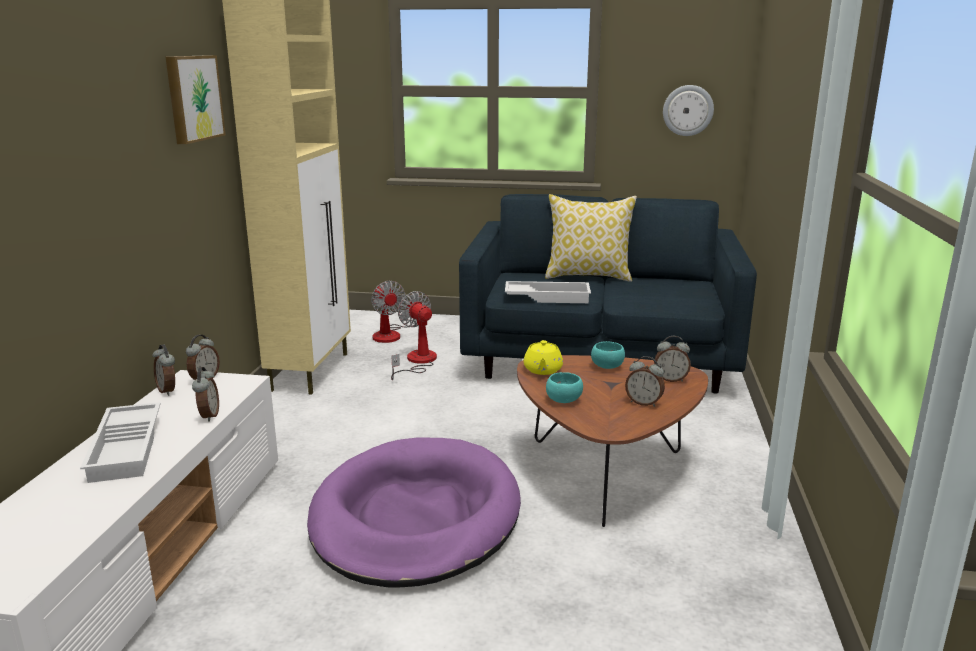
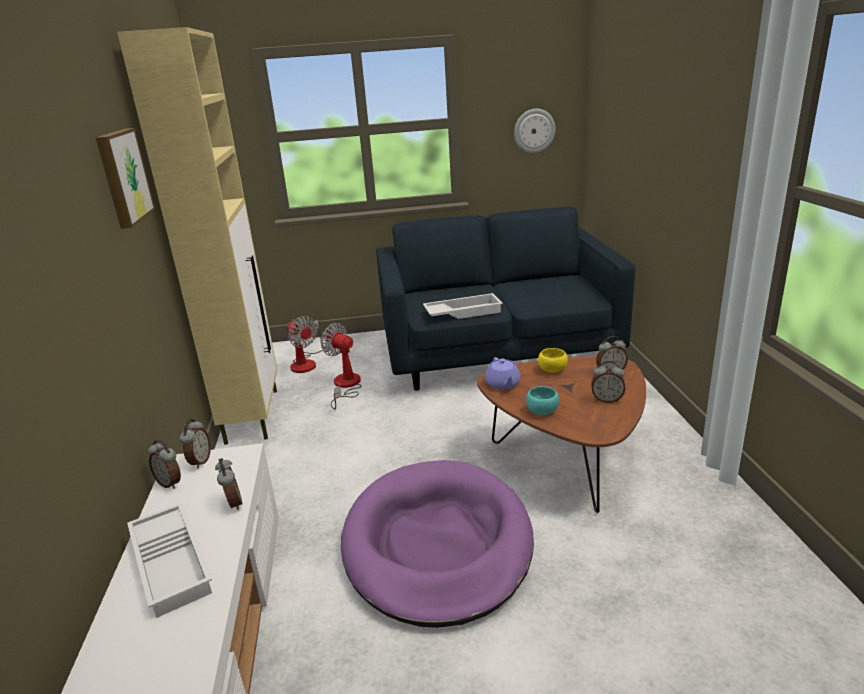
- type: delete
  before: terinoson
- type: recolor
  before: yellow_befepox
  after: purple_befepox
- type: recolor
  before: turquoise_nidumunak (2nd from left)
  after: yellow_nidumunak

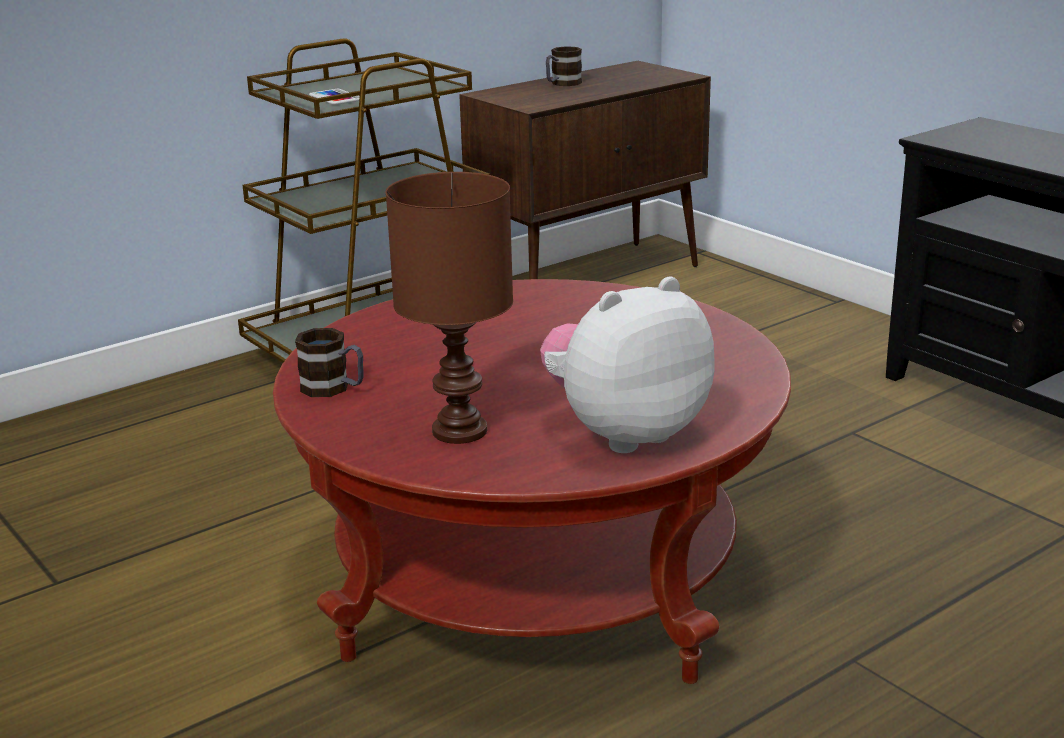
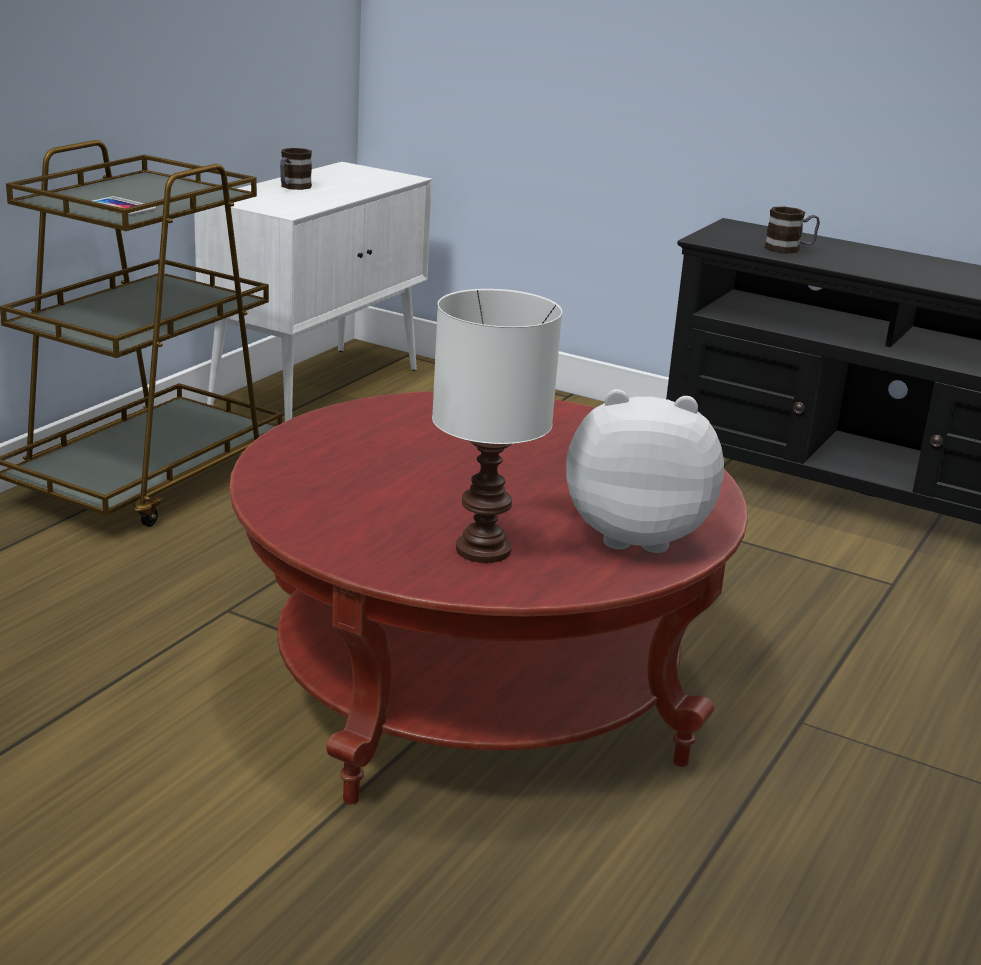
- type: move
  before: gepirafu (1st from left in the first image)
  after: gepirafu (2nd from left)
- type: recolor
  before: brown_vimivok
  after: white_vimivok
- type: recolor
  before: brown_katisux
  after: white_katisux
- type: rotate
  before: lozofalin
  turn: 60

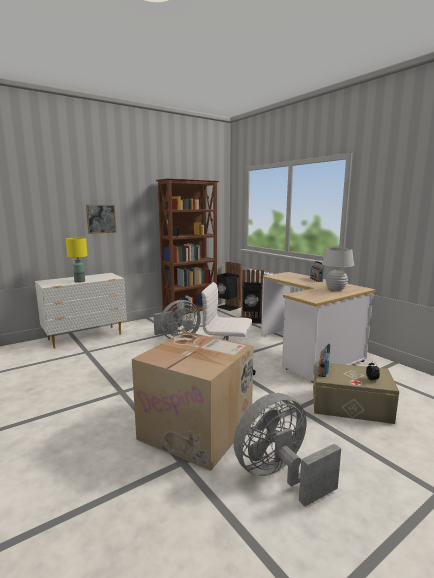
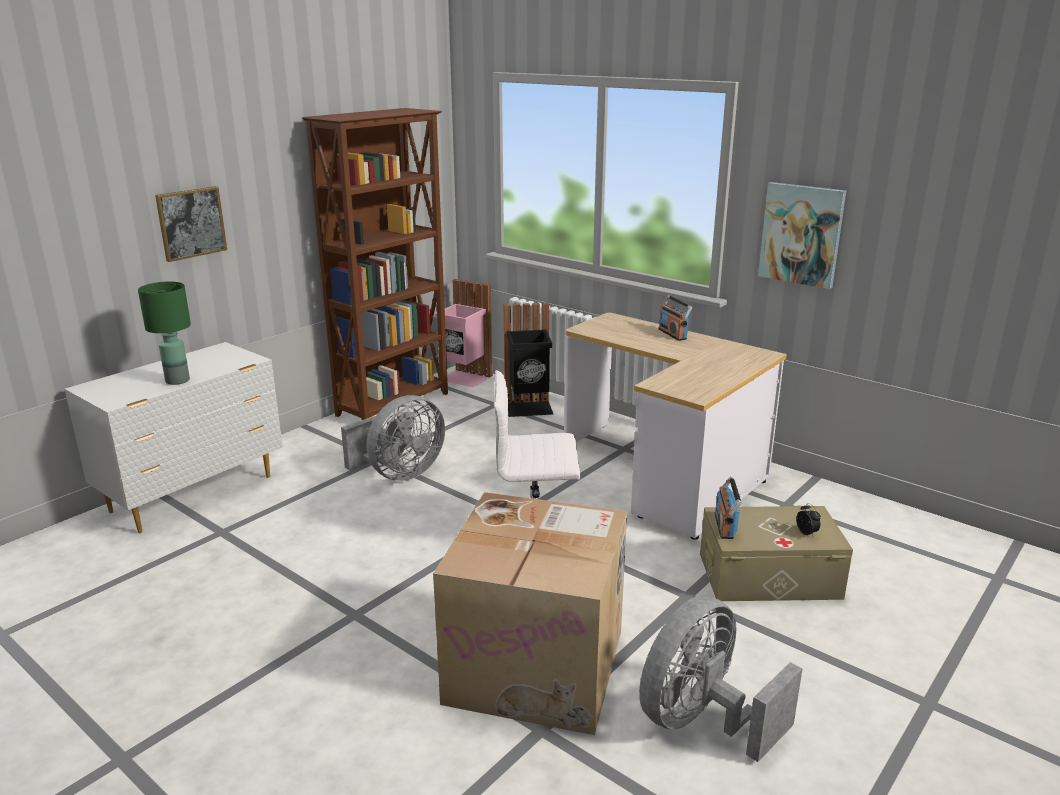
- type: delete
  before: white_vimivok
- type: insert
  after: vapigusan (2nd from left)
- type: recolor
  before: yellow_vimivok
  after: green_vimivok
- type: recolor
  before: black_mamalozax (1st from left)
  after: pink_mamalozax

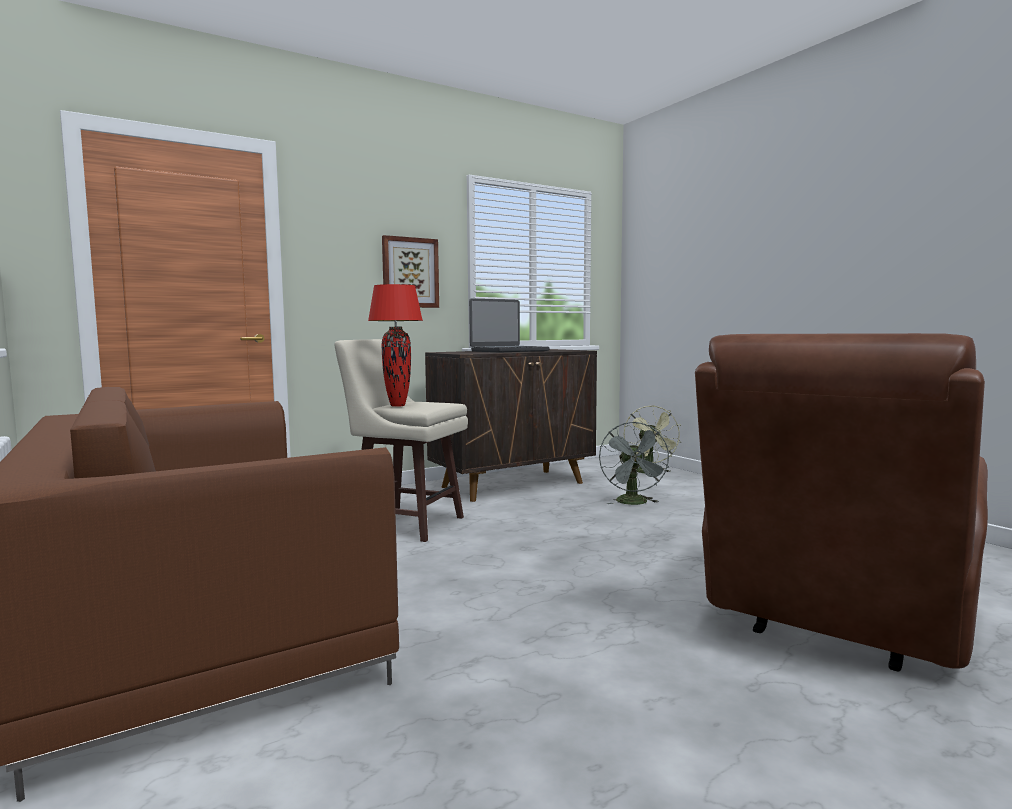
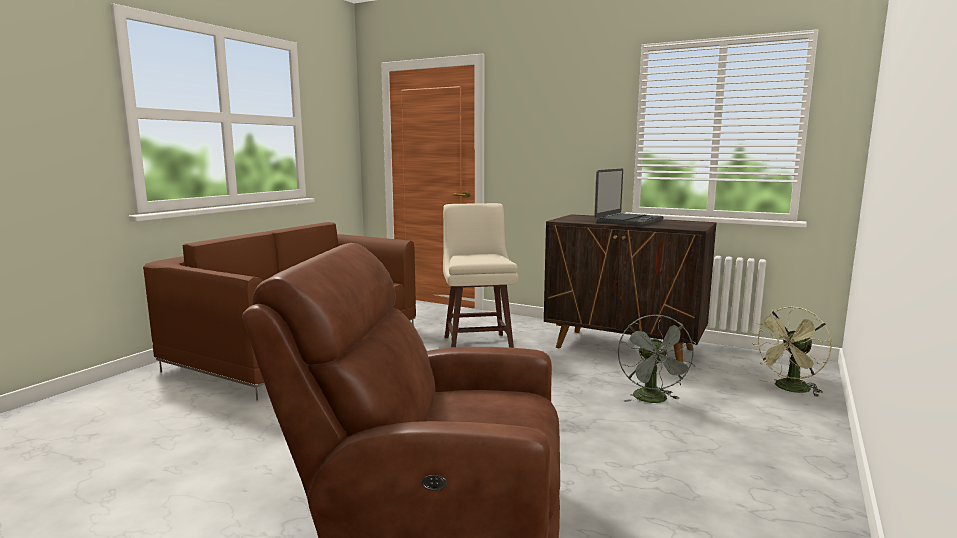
- type: delete
  before: red_vimivok
- type: delete
  before: vapigusan
- type: rotate
  before: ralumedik
  turn: -75
- type: rotate
  before: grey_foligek
  turn: -60

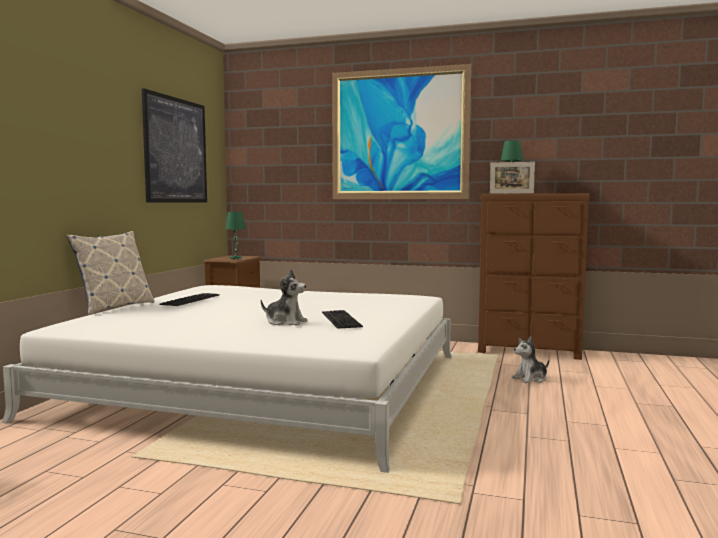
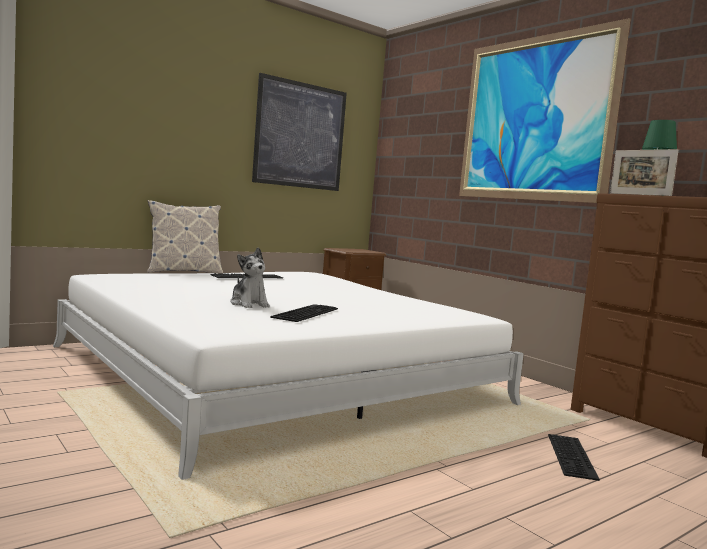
- type: delete
  before: green_vimivok (1st from left)
- type: replace
  before: lozofalin (2nd from left)
  after: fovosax (3rd from left)

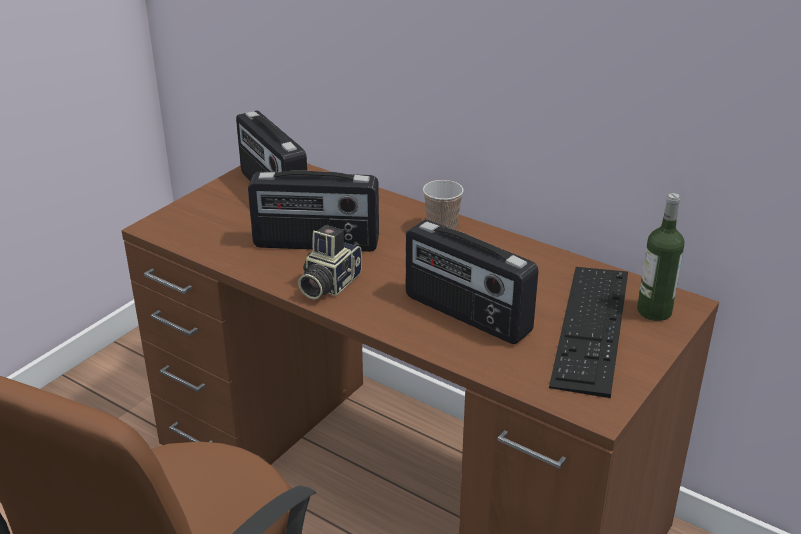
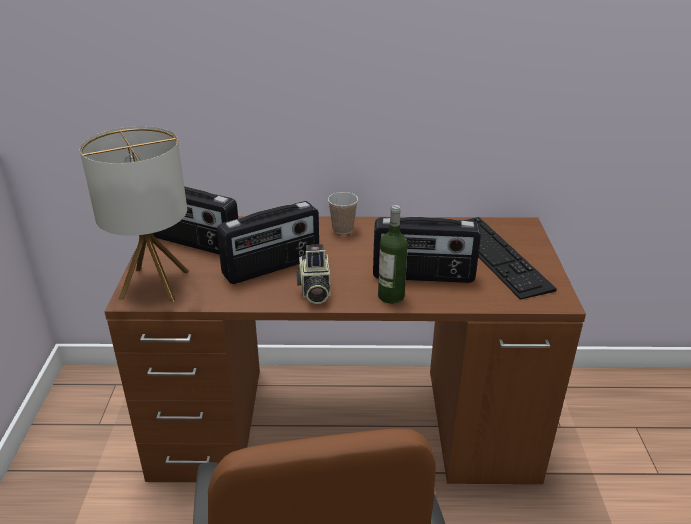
- type: insert
  after: vimivok
- type: move
  before: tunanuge

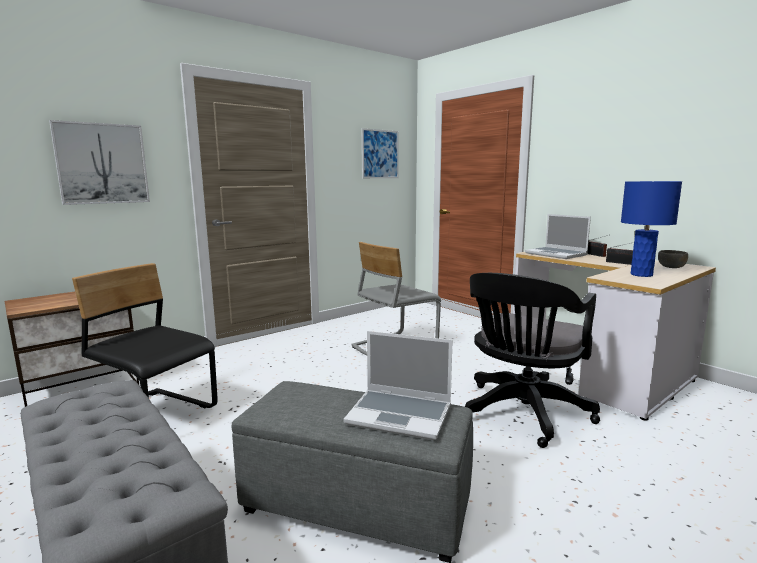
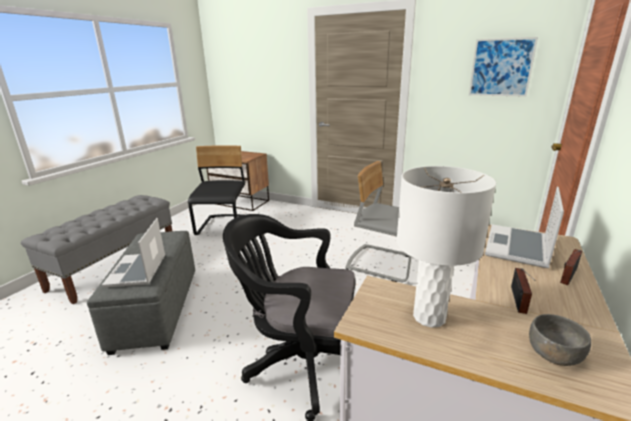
- type: delete
  before: vapigusan (1st from left)
- type: recolor
  before: blue_vimivok
  after: white_vimivok

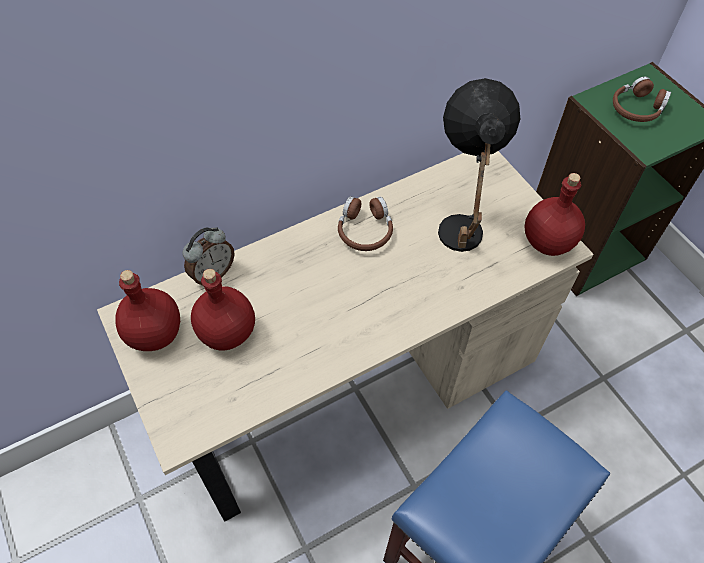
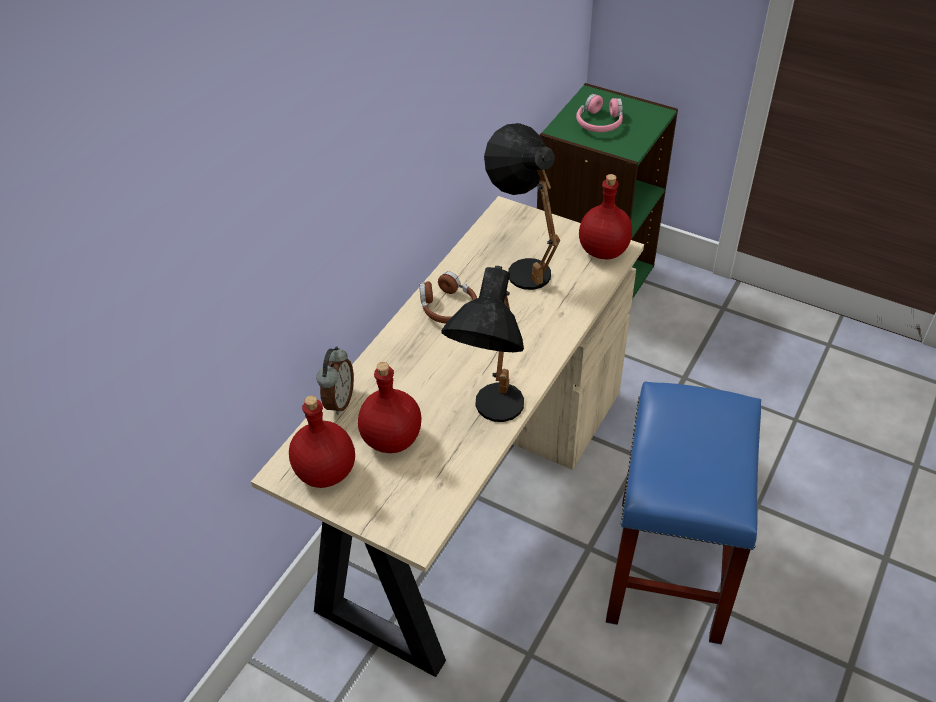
- type: insert
  after: black_vimivok (1st from left)
- type: recolor
  before: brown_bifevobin (2nd from left)
  after: pink_bifevobin

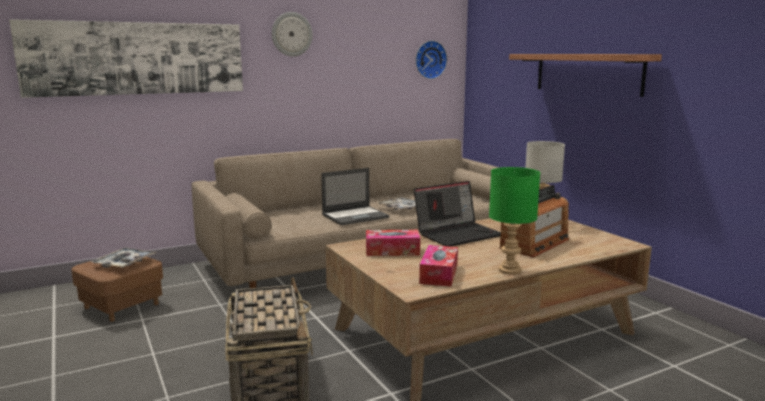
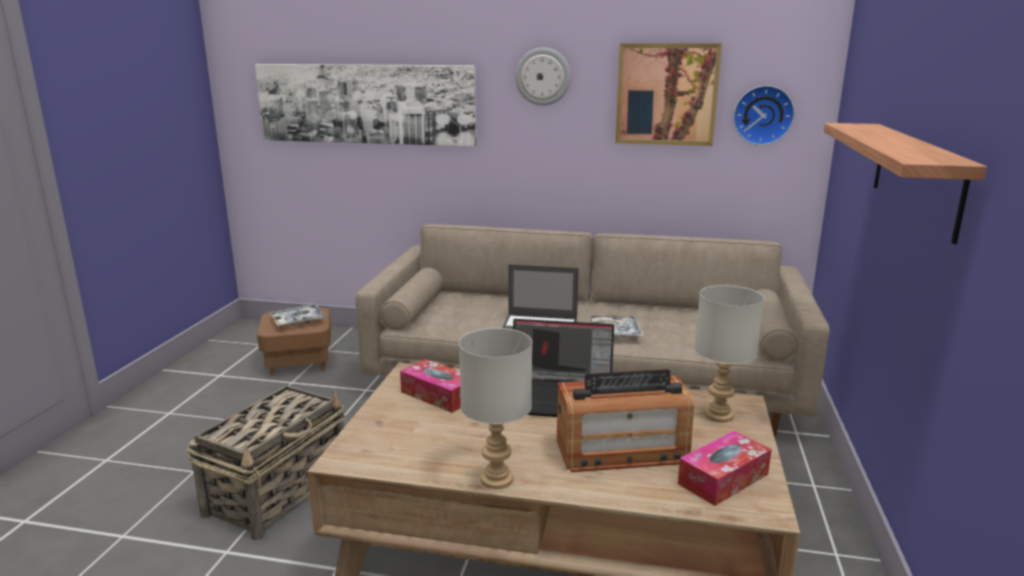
- type: insert
  after: vapigusan (2nd from left)
- type: move
  before: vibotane (2nd from left)
- type: recolor
  before: green_vimivok
  after: grey_vimivok (1st from left)

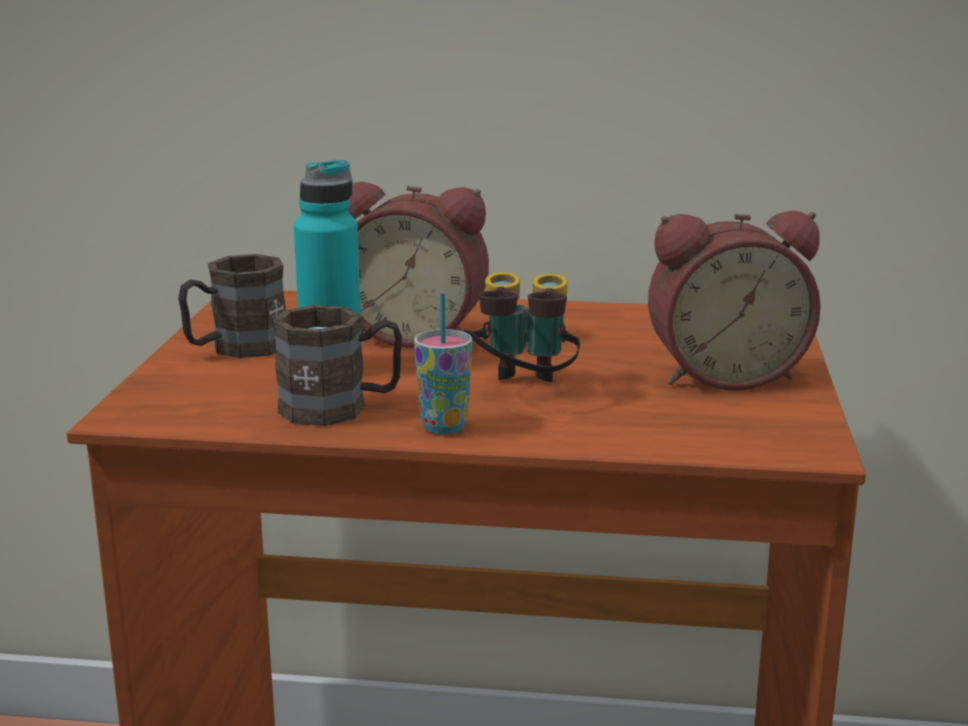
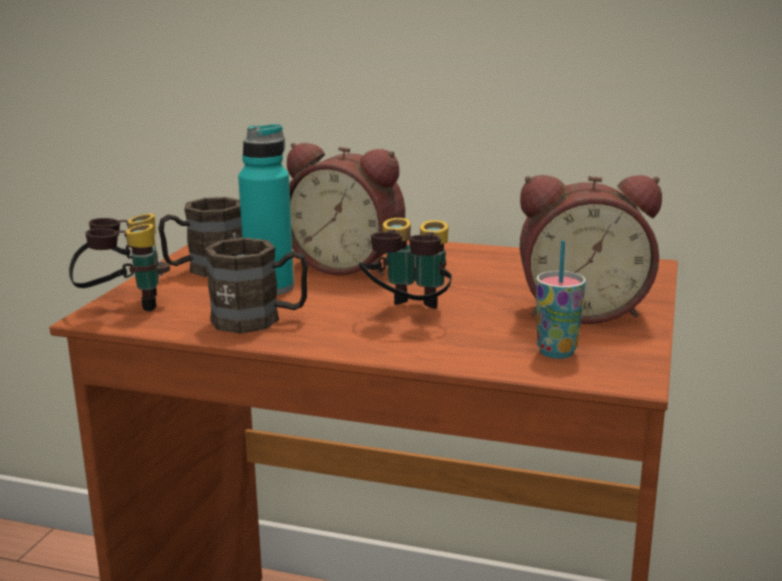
- type: insert
  after: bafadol (1st from left)
- type: move
  before: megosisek

